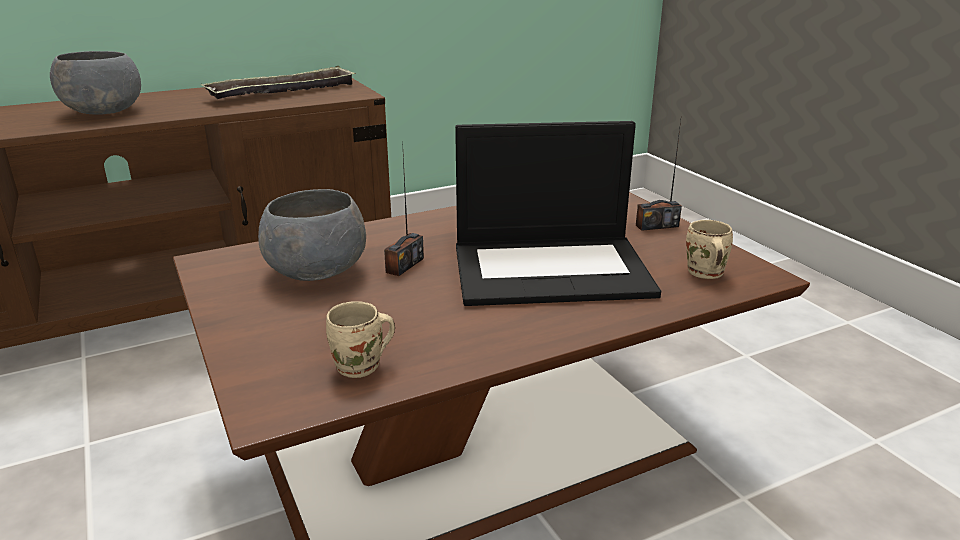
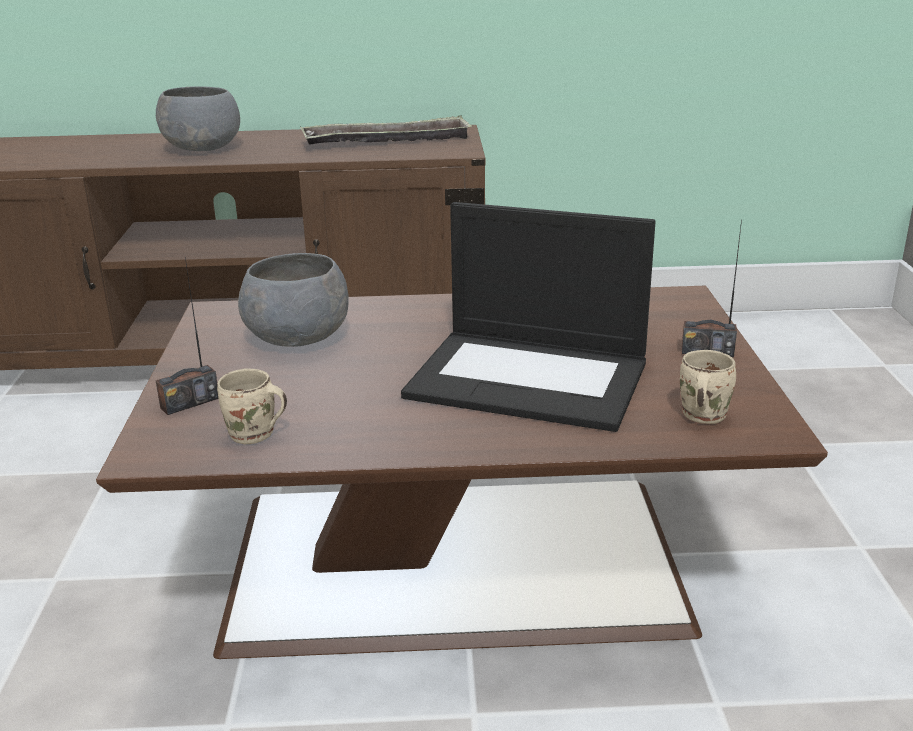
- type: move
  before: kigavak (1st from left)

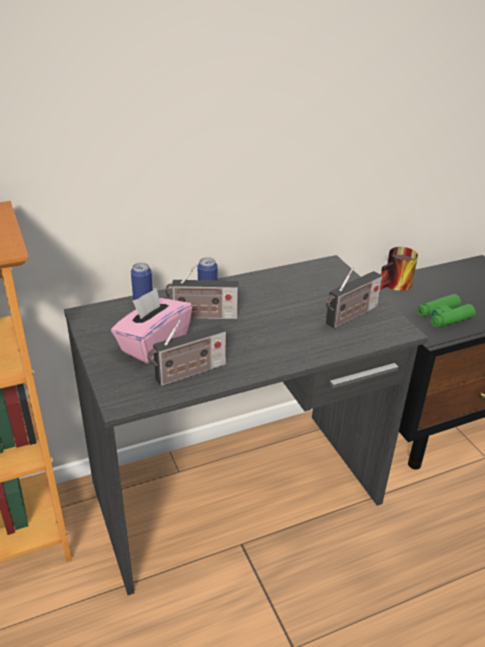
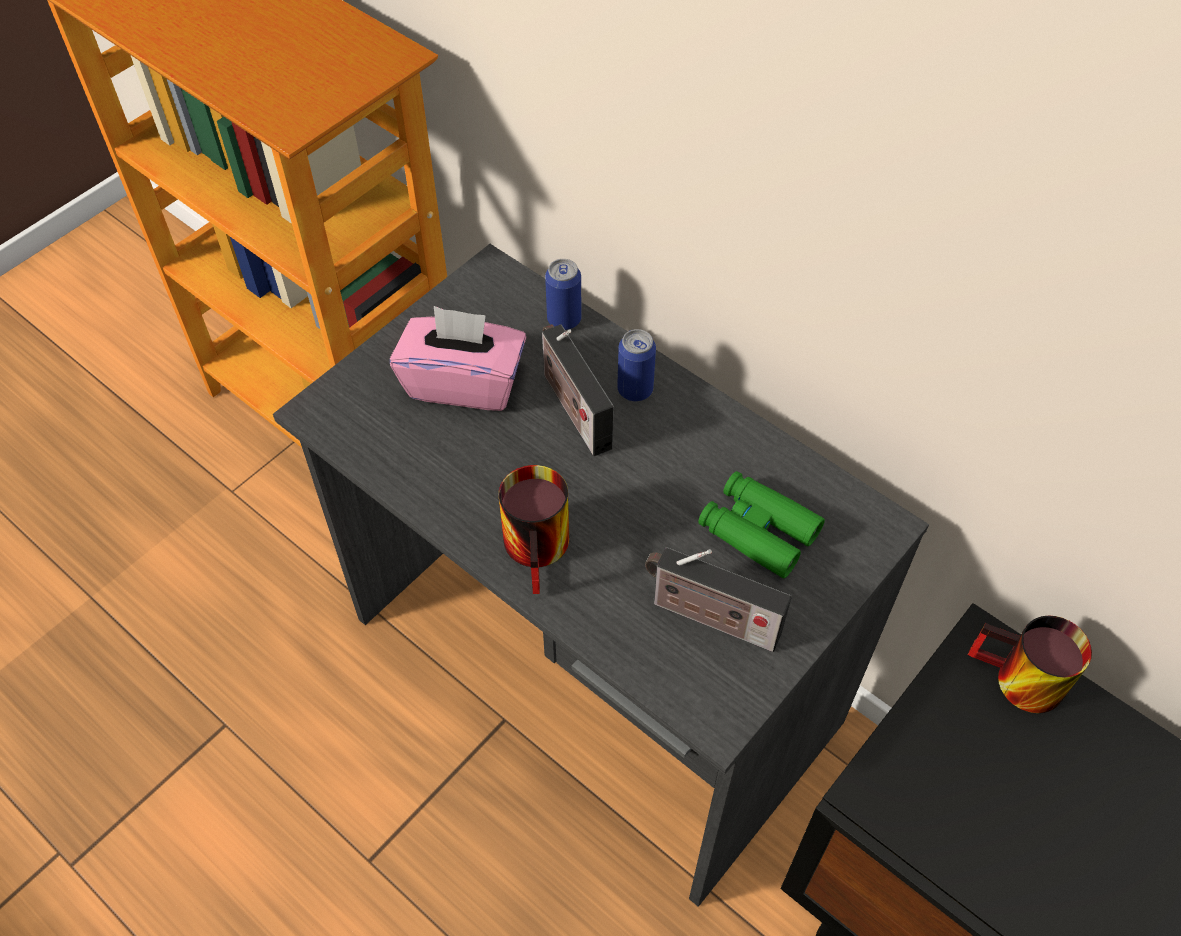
- type: delete
  before: kigavak (1st from left)
- type: insert
  after: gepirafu (1st from left)
- type: move
  before: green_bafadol

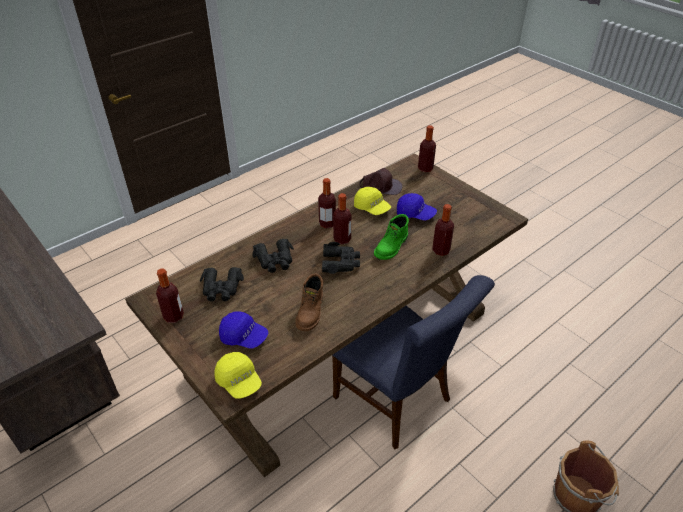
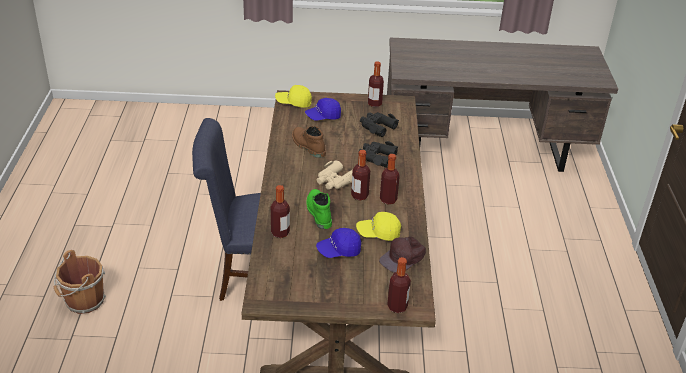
- type: recolor
  before: black_bafadol (3rd from left)
  after: beige_bafadol

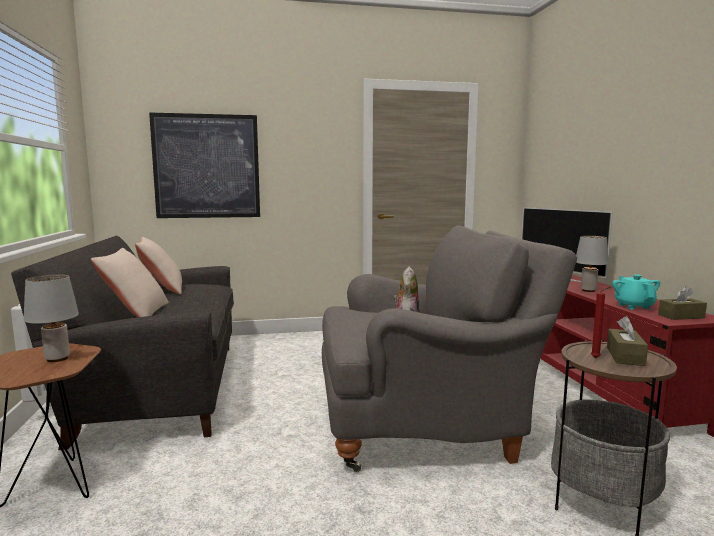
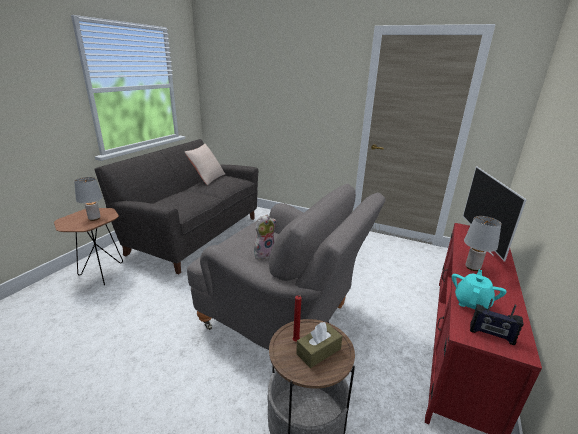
- type: delete
  before: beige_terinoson (1st from left)
- type: delete
  before: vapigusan
- type: replace
  before: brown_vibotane (2nd from left)
  after: kigavak

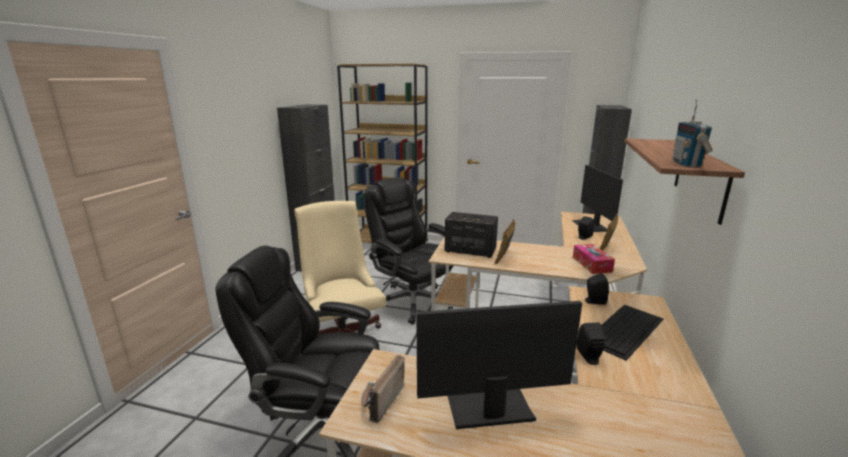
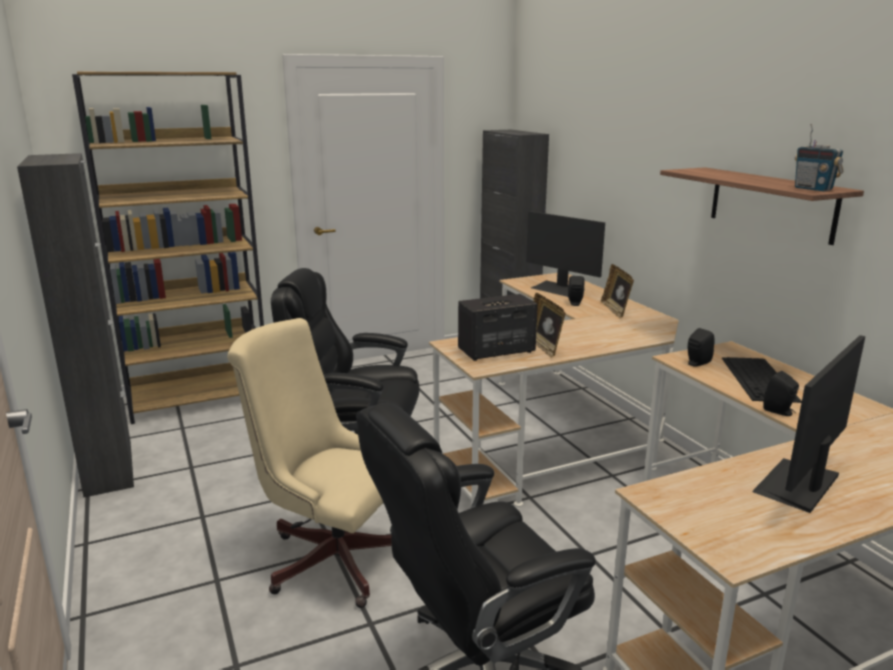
- type: delete
  before: kigavak (1st from left)
- type: delete
  before: vibotane

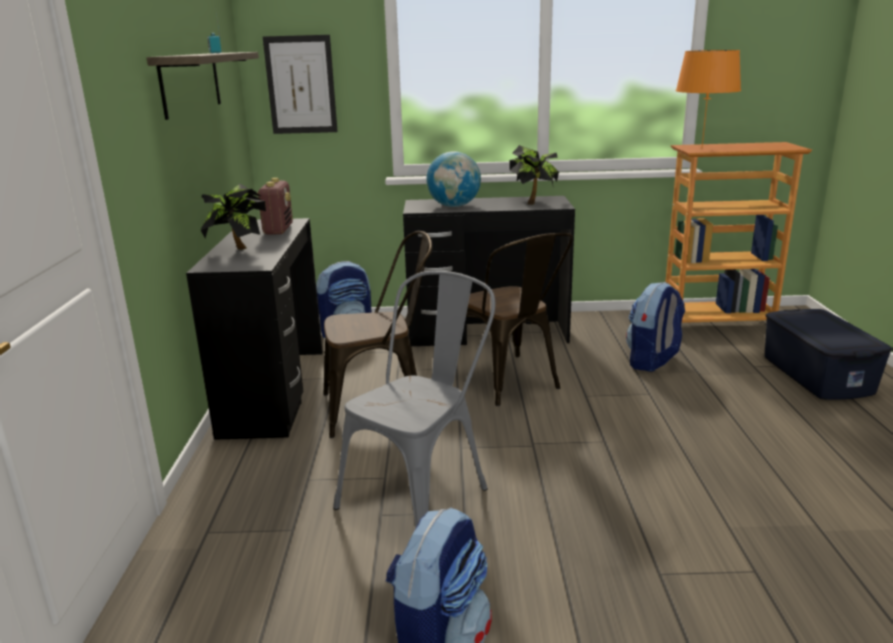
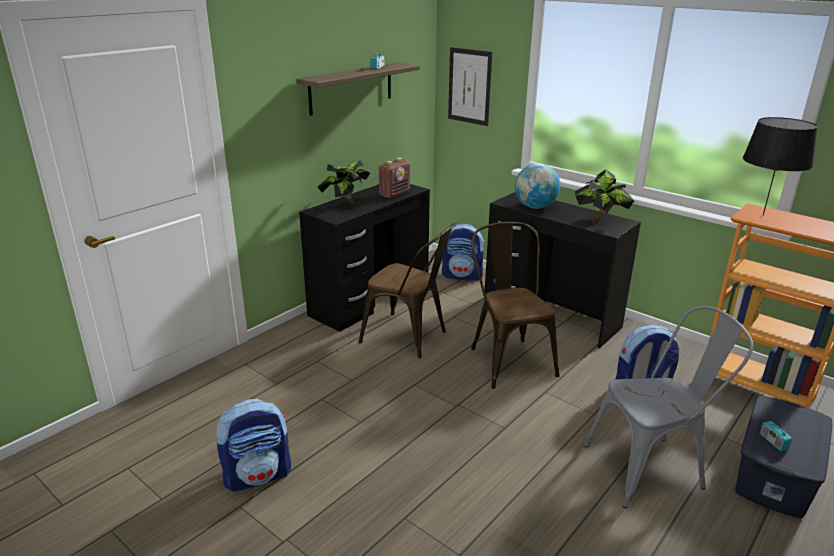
- type: insert
  after: kigavak (3rd from left)
- type: move
  before: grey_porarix
- type: recolor
  before: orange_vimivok
  after: black_vimivok
- type: rotate
  before: brown_porarix (2nd from left)
  turn: 150

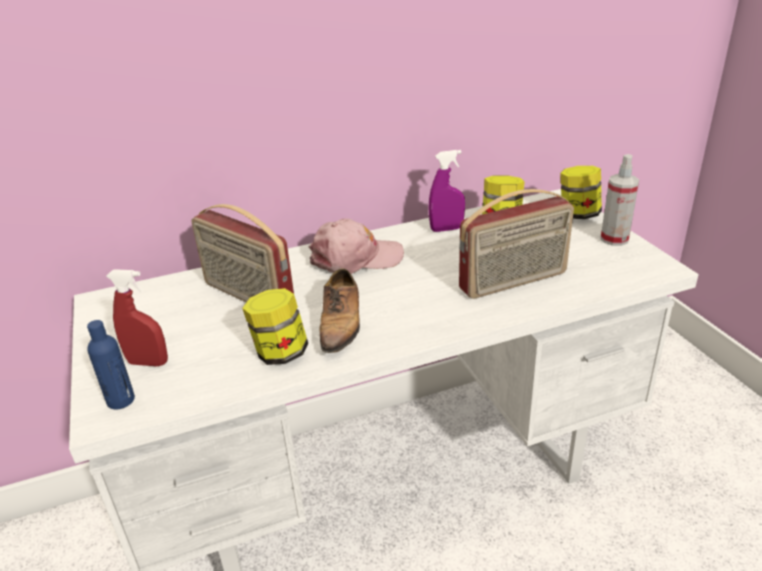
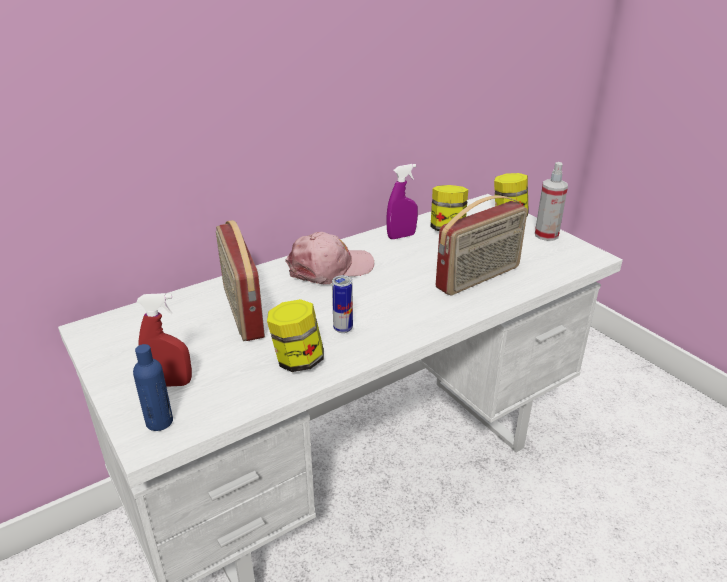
- type: replace
  before: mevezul
  after: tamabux
- type: rotate
  before: kigavak (1st from left)
  turn: 45

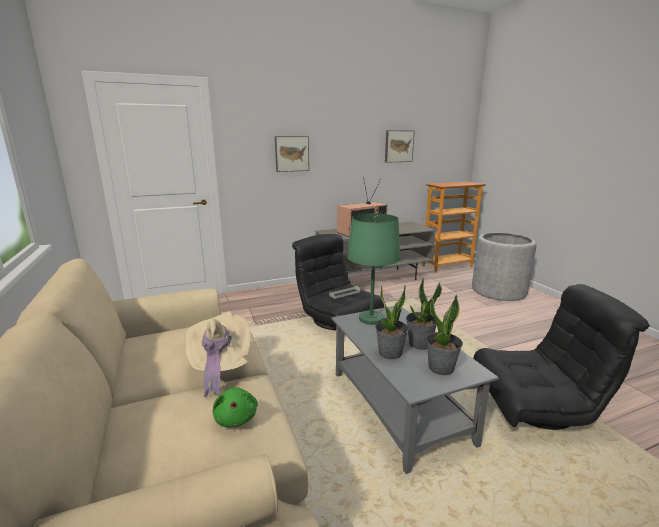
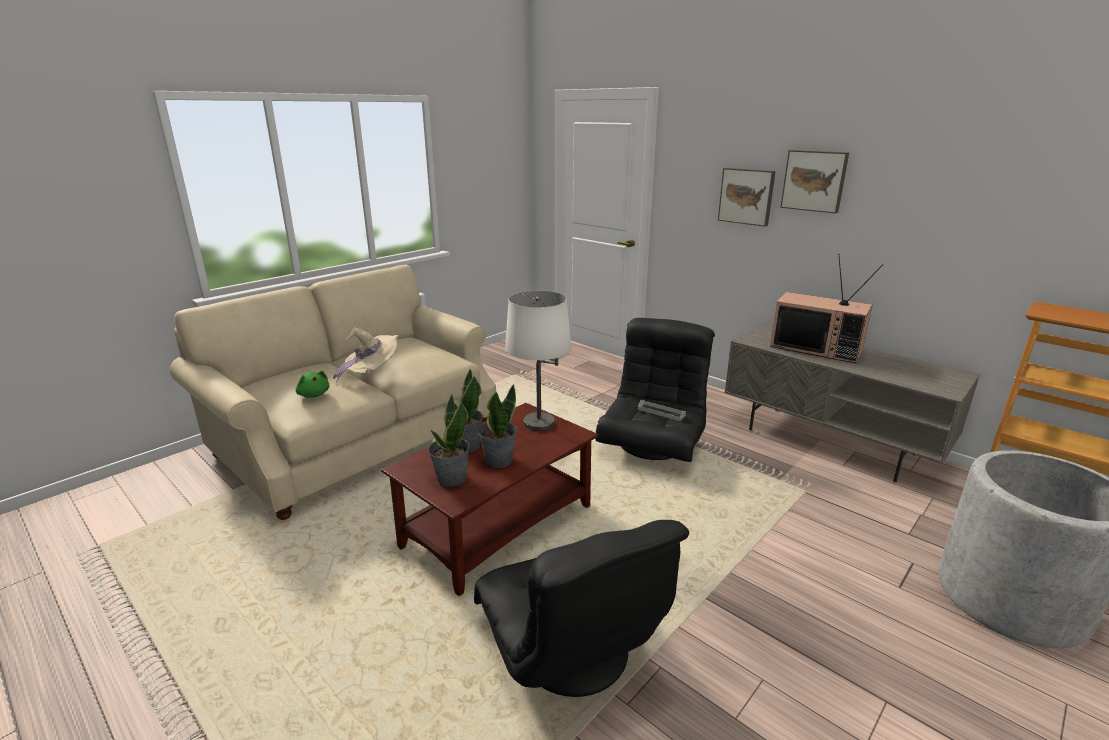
- type: move
  before: vapigusan (2nd from left)
- type: recolor
  before: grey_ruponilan
  after: brown_ruponilan
- type: recolor
  before: green_vimivok
  after: white_vimivok
- type: rotate
  before: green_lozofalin
  turn: -90

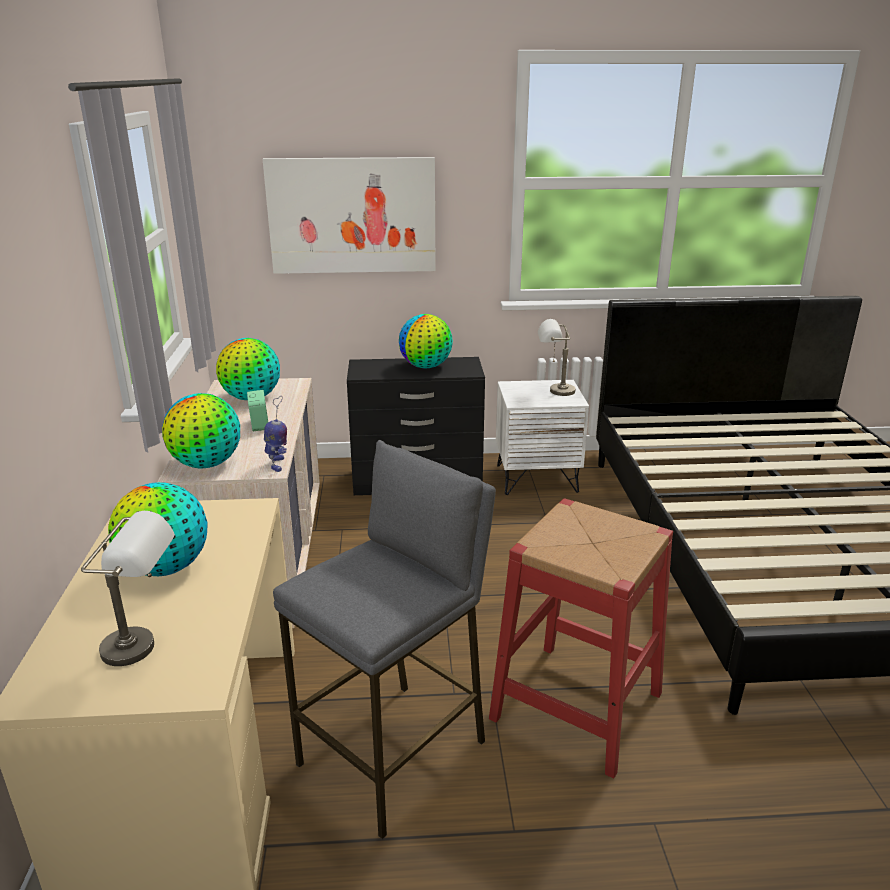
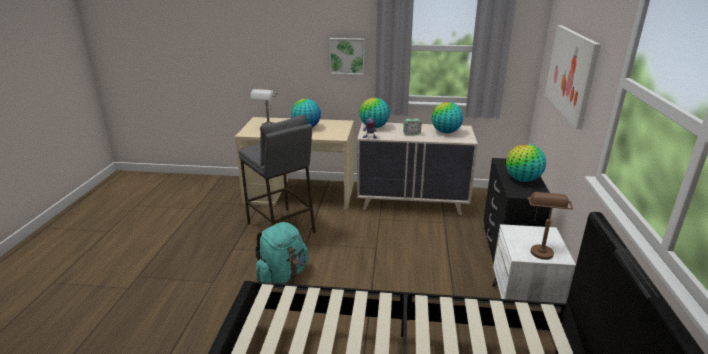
- type: insert
  after: vapigusan (1st from left)
- type: replace
  before: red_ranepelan
  after: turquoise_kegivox
- type: recolor
  before: grey_vimivok (2nd from left)
  after: brown_vimivok

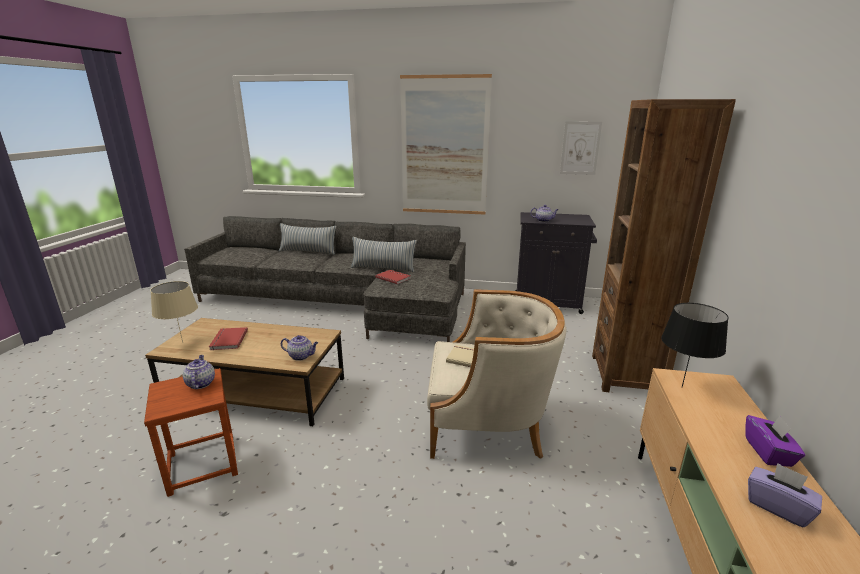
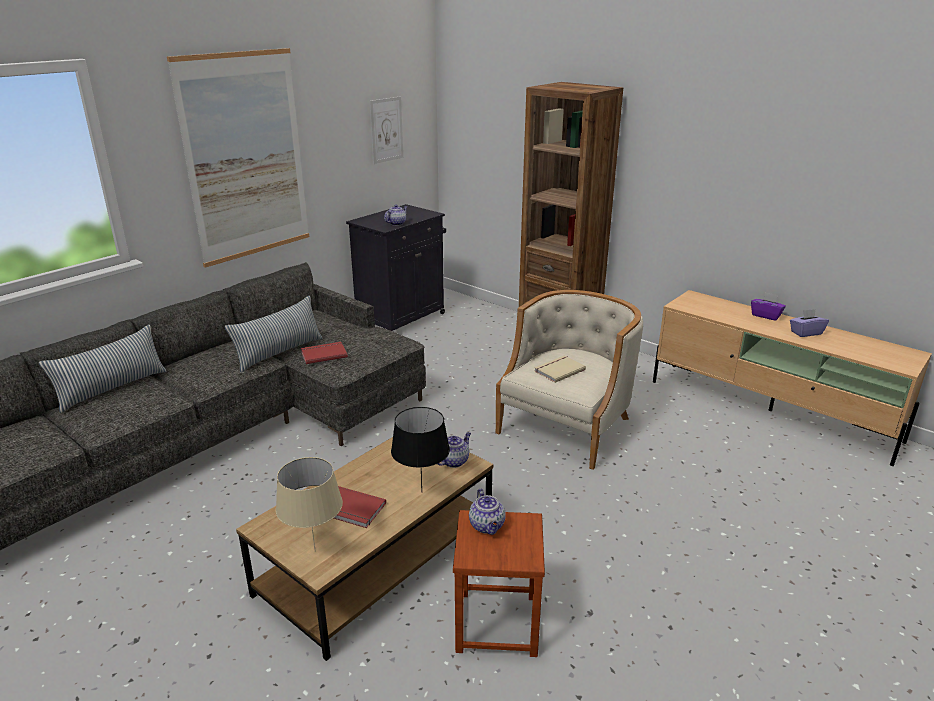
- type: move
  before: black_vimivok
- type: rotate
  before: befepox (1st from left in the first image)
  turn: -120

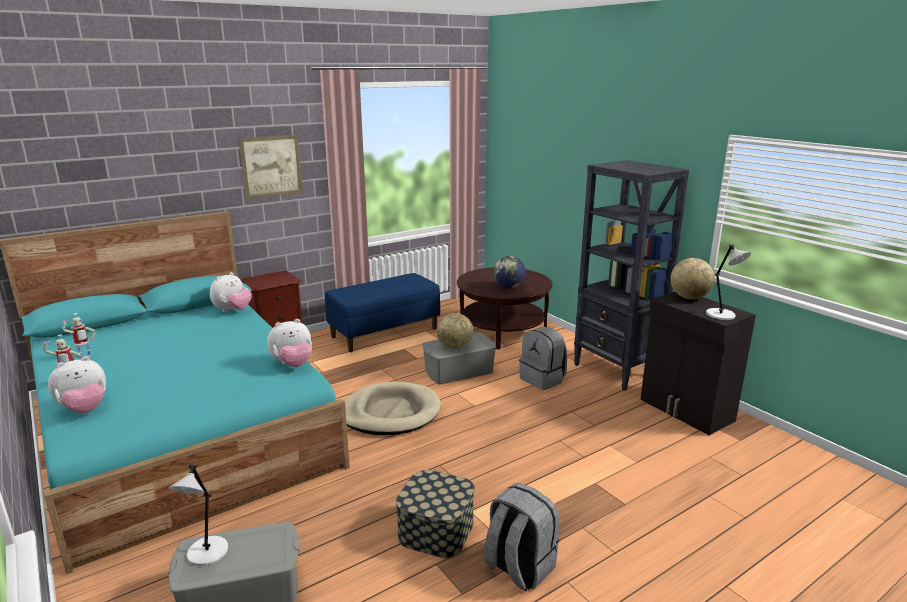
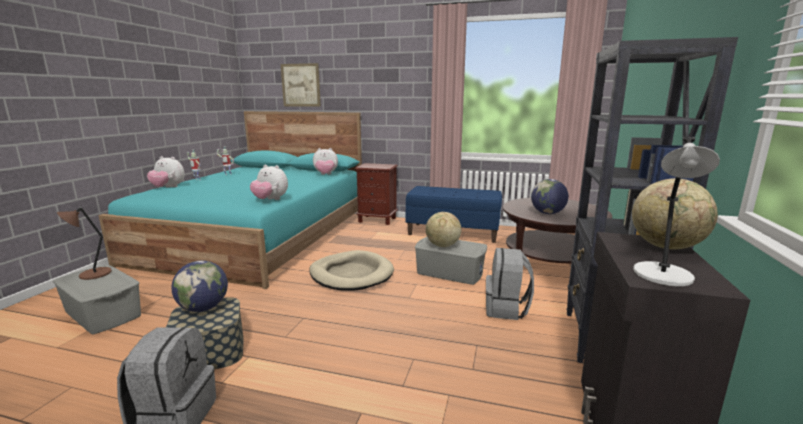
- type: insert
  after: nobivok (1st from left)
- type: move
  before: vapigusan
- type: recolor
  before: grey_vimivok (1st from left)
  after: brown_vimivok

